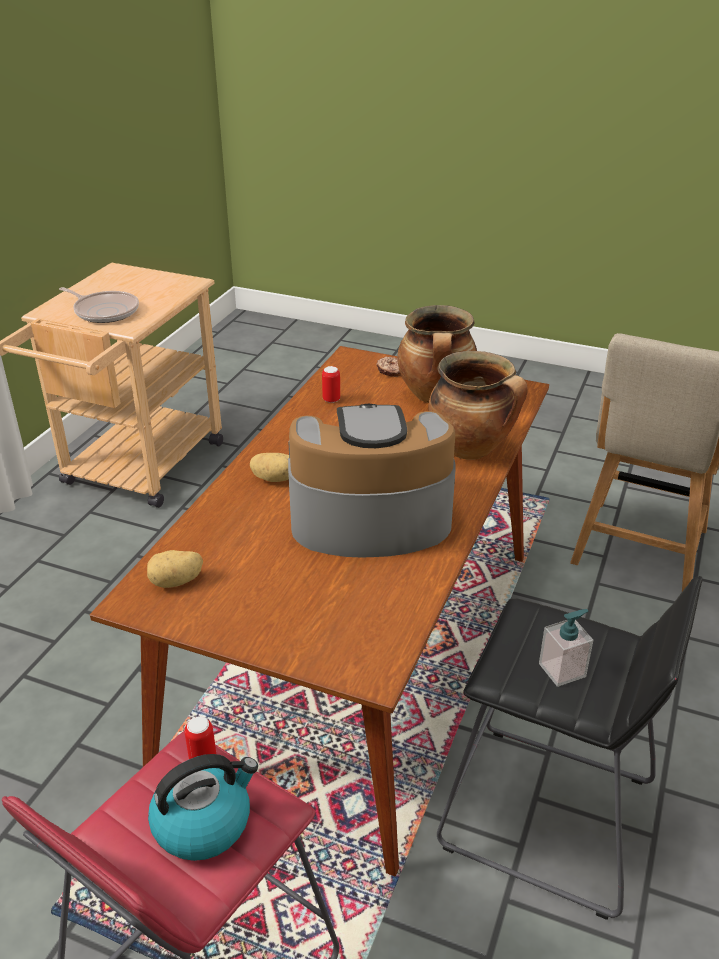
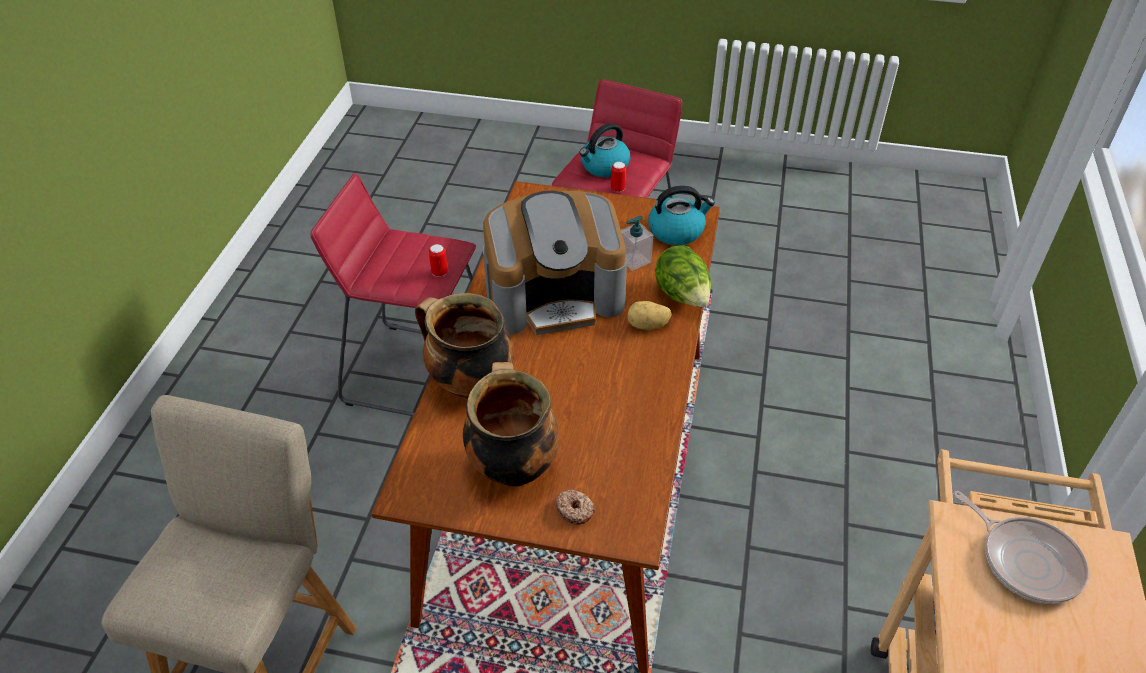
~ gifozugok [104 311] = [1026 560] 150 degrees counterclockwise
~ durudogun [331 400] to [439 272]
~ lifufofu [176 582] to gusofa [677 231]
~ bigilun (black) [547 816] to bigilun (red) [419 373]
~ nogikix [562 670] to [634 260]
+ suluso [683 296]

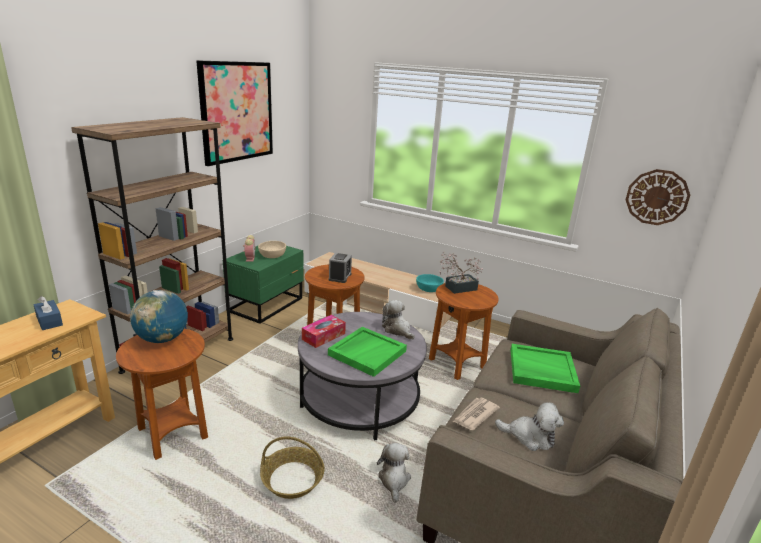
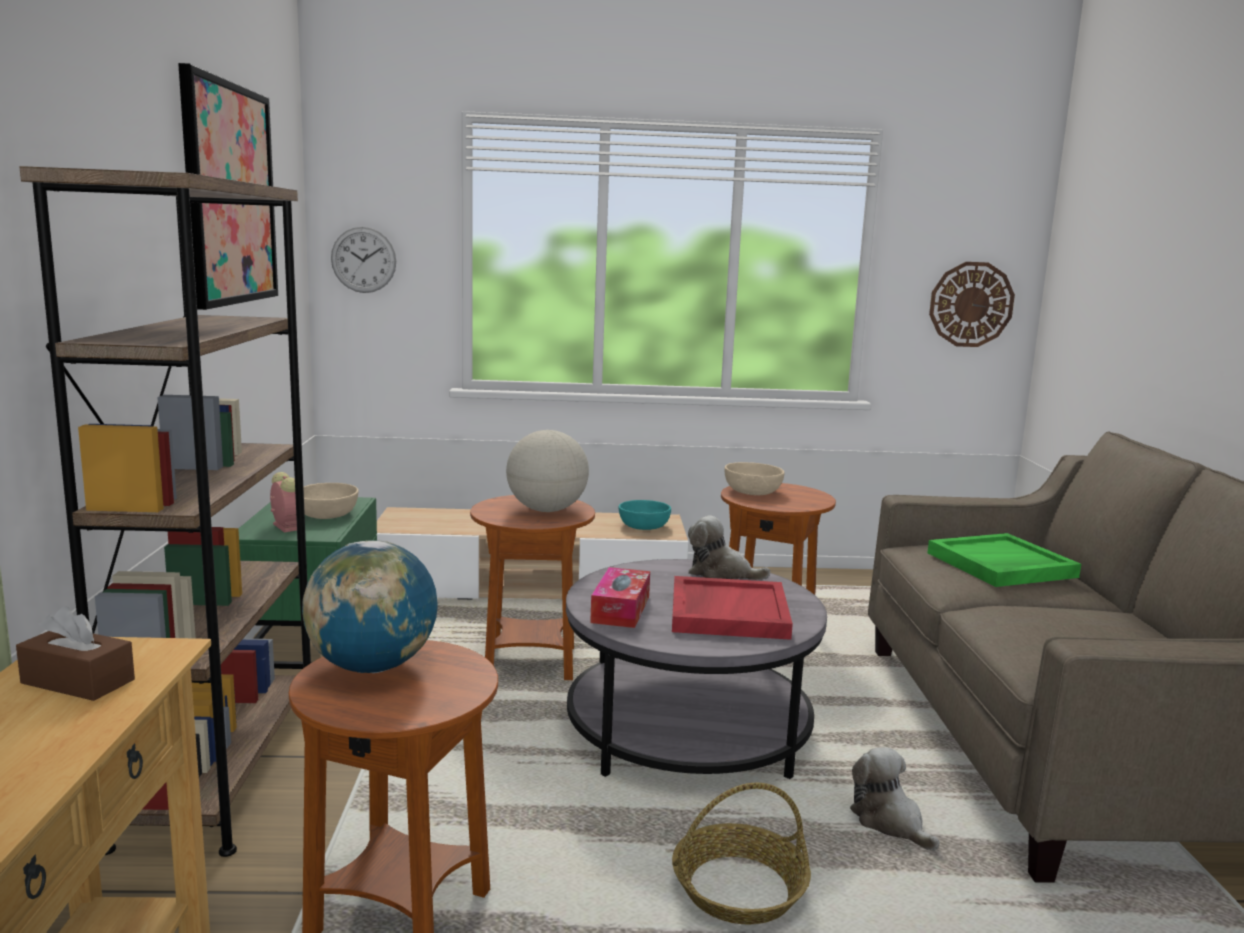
~ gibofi [457 288] to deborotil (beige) [752 491]
~ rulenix [340 277] to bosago [546 510]
~ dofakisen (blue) [49 321] to dofakisen (brown) [78 681]
~ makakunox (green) [367 352] to makakunox (red) [727 612]
- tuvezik [475 415]
- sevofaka [530 437]
+ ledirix [363 260]

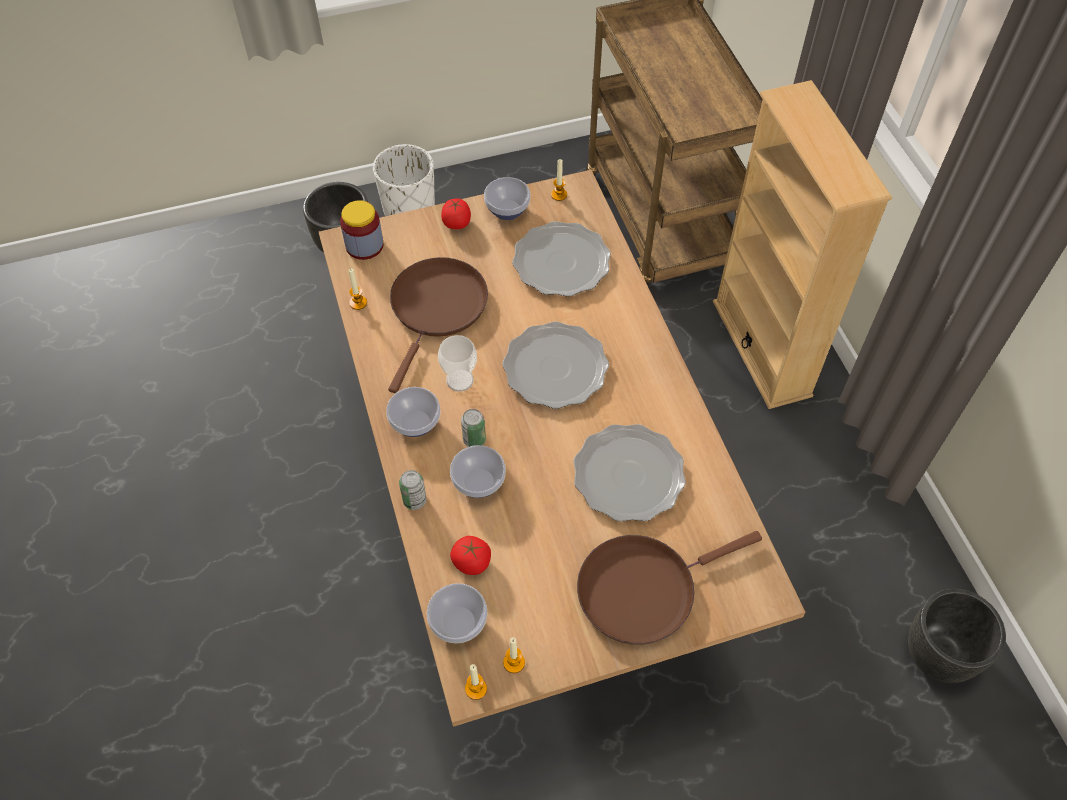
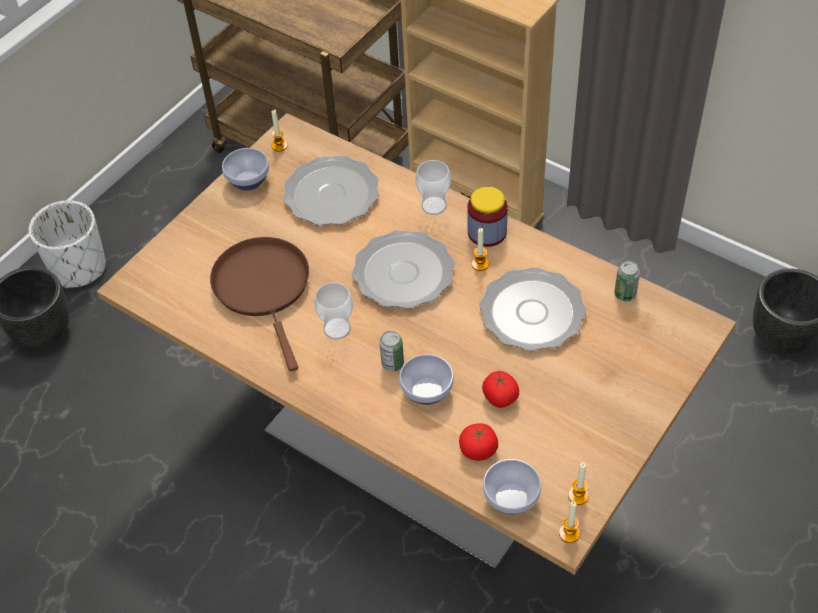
~ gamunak [456 223] to [500 397]
~ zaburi [364 245] to [487 232]
~ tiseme [358 303] to [480 264]
- deborotil [415 425]
~ durudogun [414 500] to [625 294]
- gifozugok (brown) [642 589]
+ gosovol [434 206]

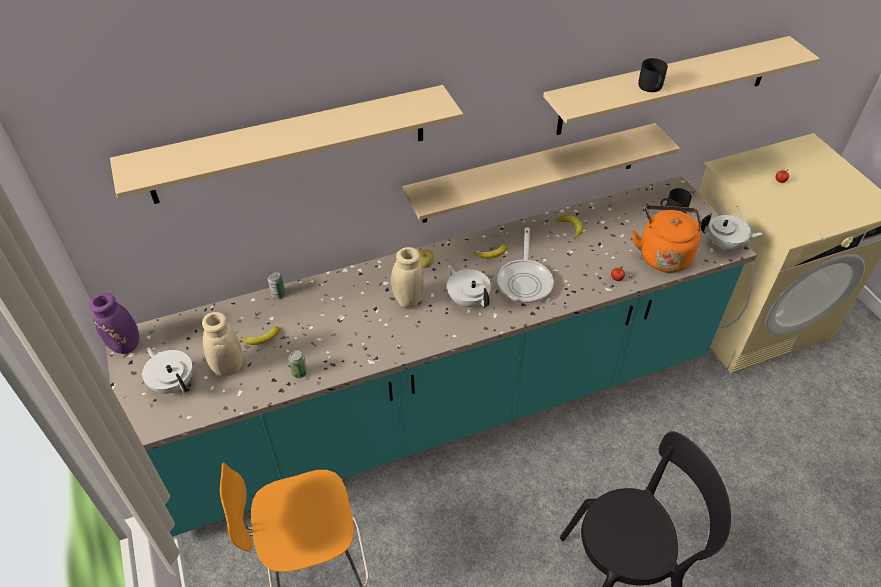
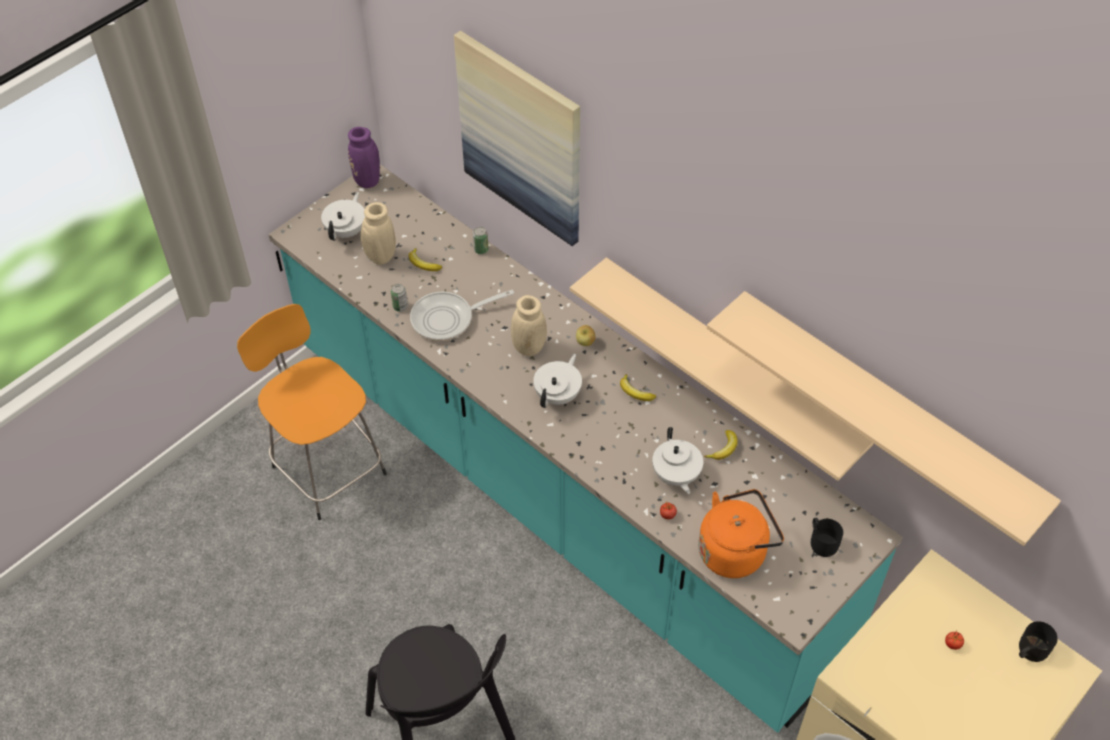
~ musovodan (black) [651 88] to [1029 651]
~ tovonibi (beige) [289 145] to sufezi [522 138]
~ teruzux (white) [725 244] to [675 476]
~ gifozugok [525 281] to [448 319]

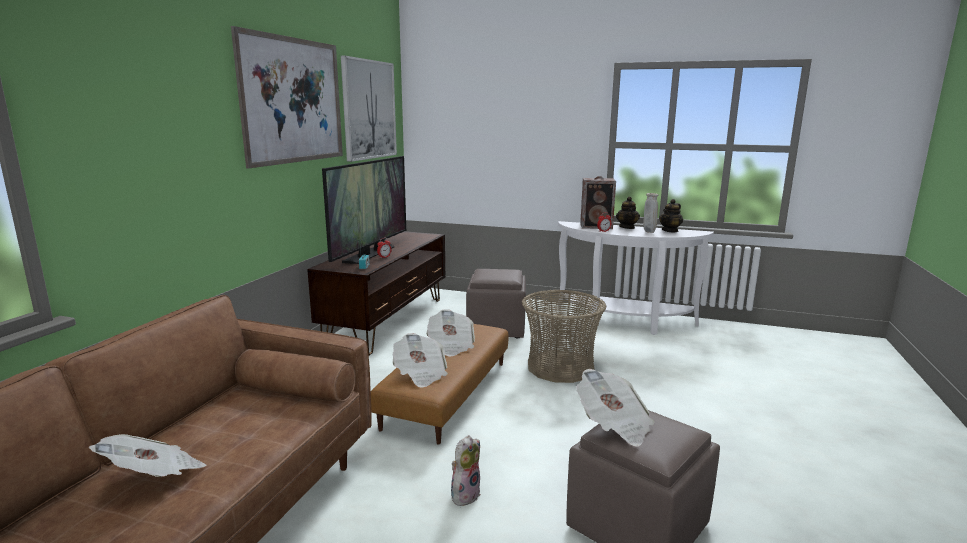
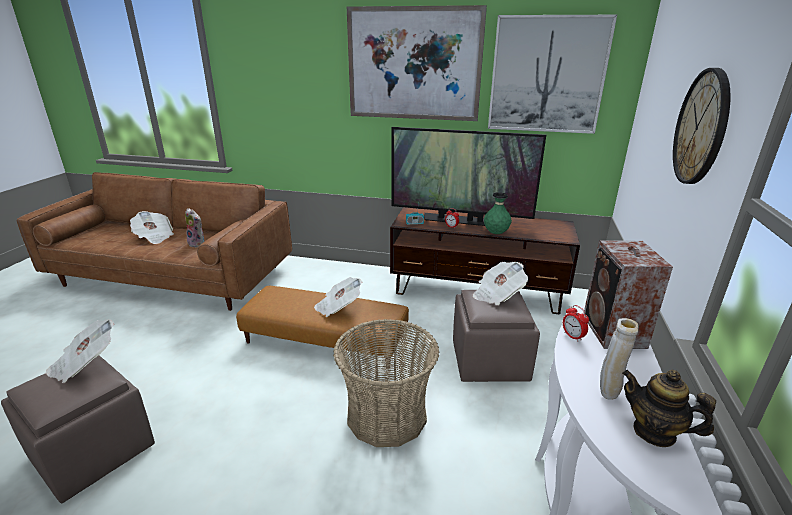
- teruzux [627 227]
~ tuvezik [420 374] to [497 294]
~ sevofaka [465 494] to [198 244]
+ ledirix [701 127]
+ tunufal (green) [496 233]

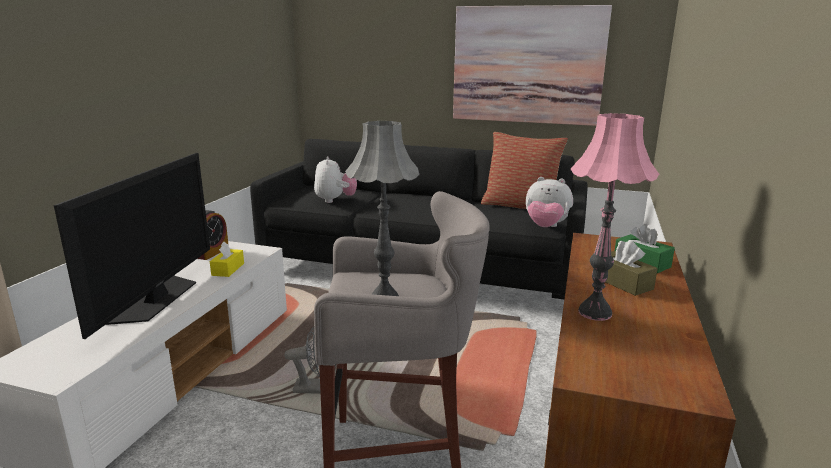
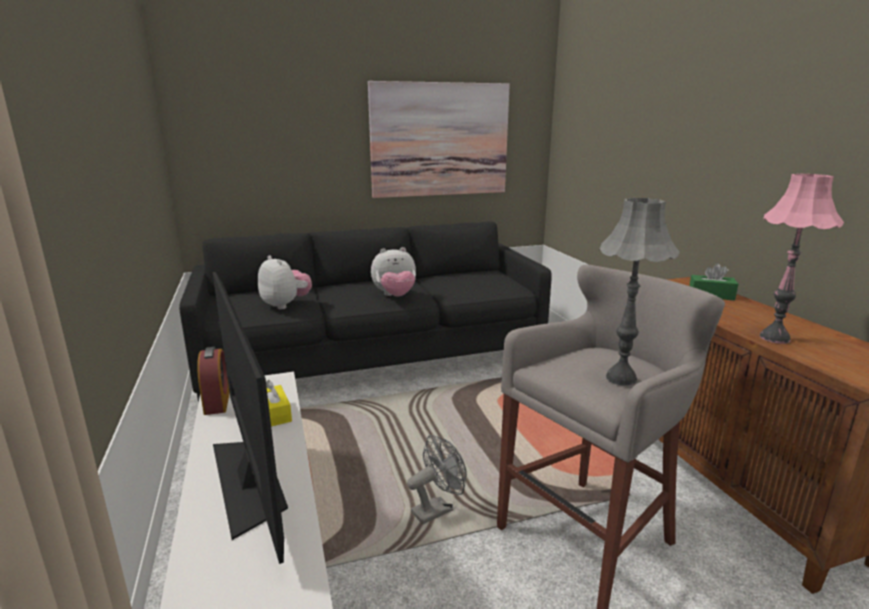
- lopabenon [520 206]
~ sevofaka [545 227] to [395 296]
- dofakisen (brown) [622 283]

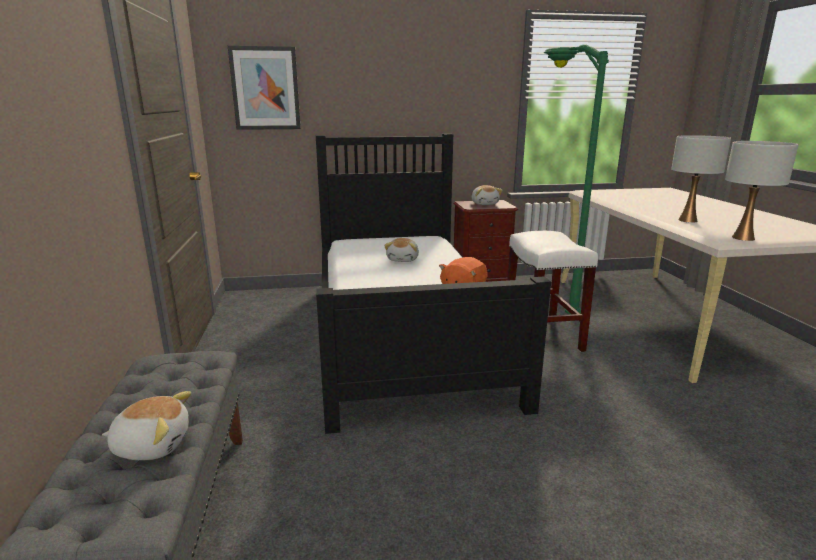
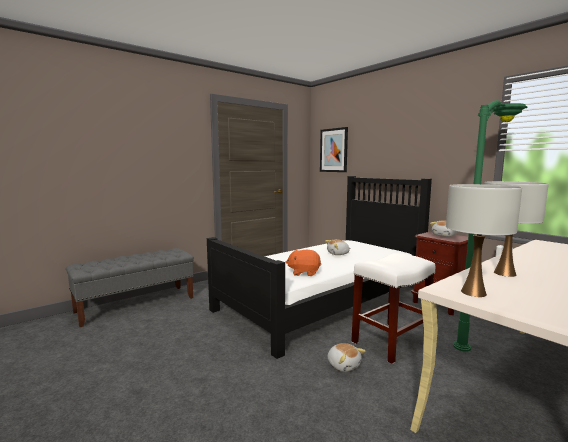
~ sevofaka [152 445] to [343 365]

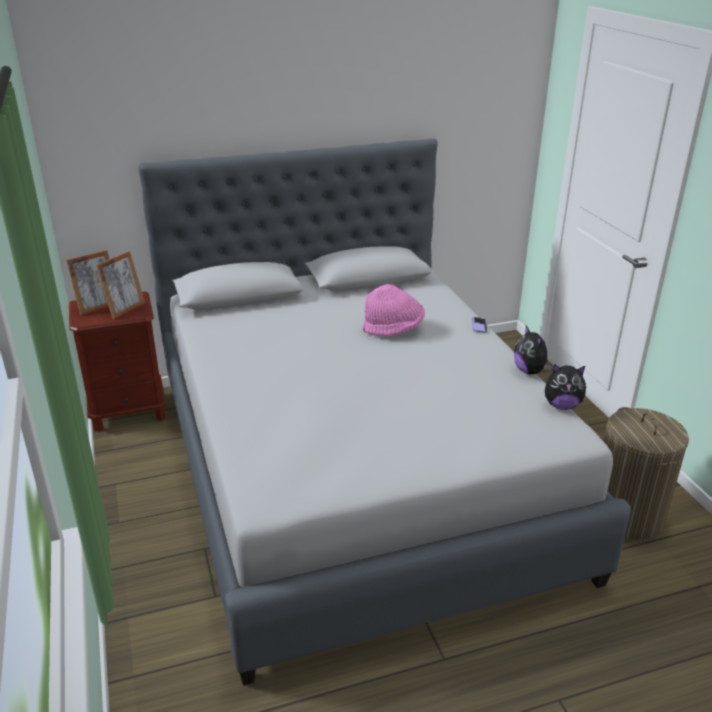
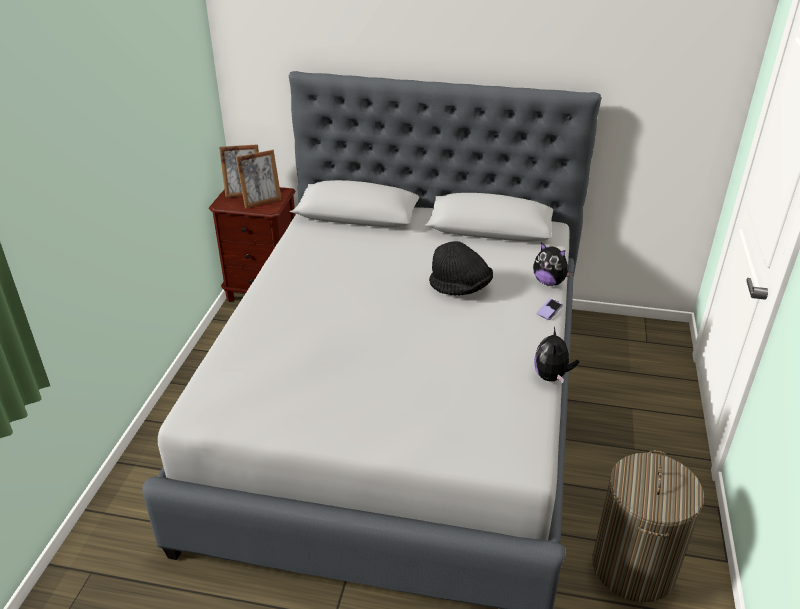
~ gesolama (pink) [393 329] to gesolama (black) [460 288]
~ sevofaka [562 405] to [549 282]

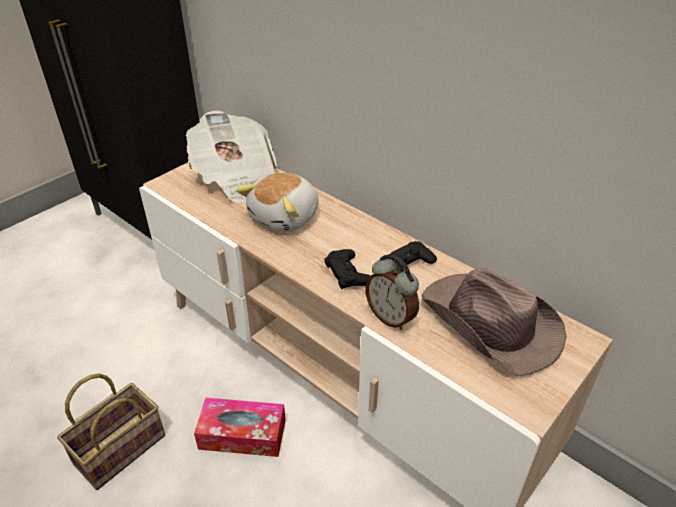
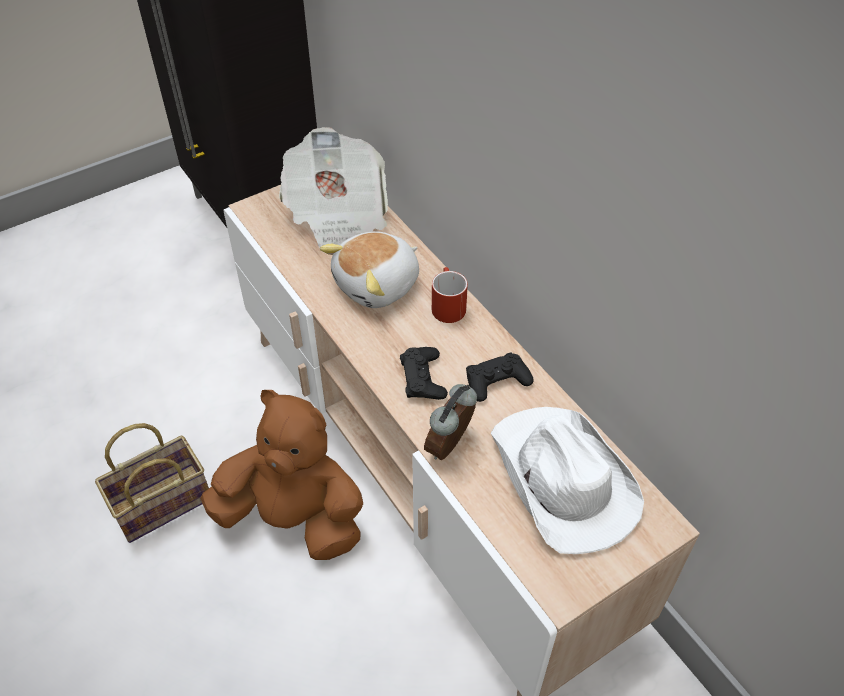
~ rulenix [391 317] = [451 446] 60 degrees clockwise
~ gesolama (brown) [490 324] to gesolama (white) [562 480]
~ dofakisen [242 434] to sevofaka (brown) [294 518]
+ musovodan (red) [446 305]

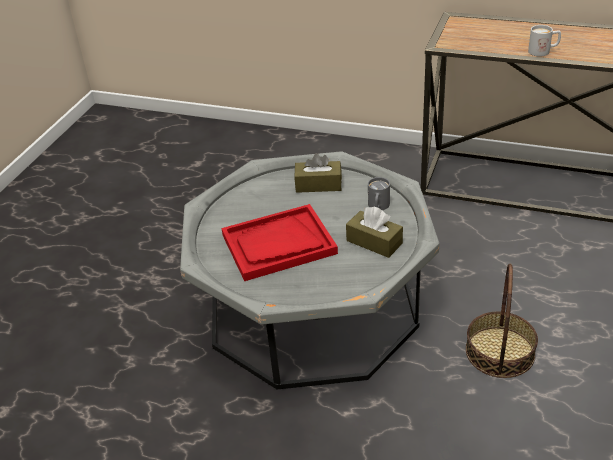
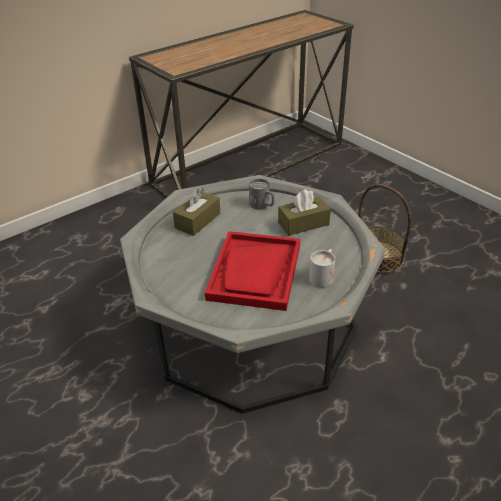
~ musovodan (white) [543 51] to [323 276]

